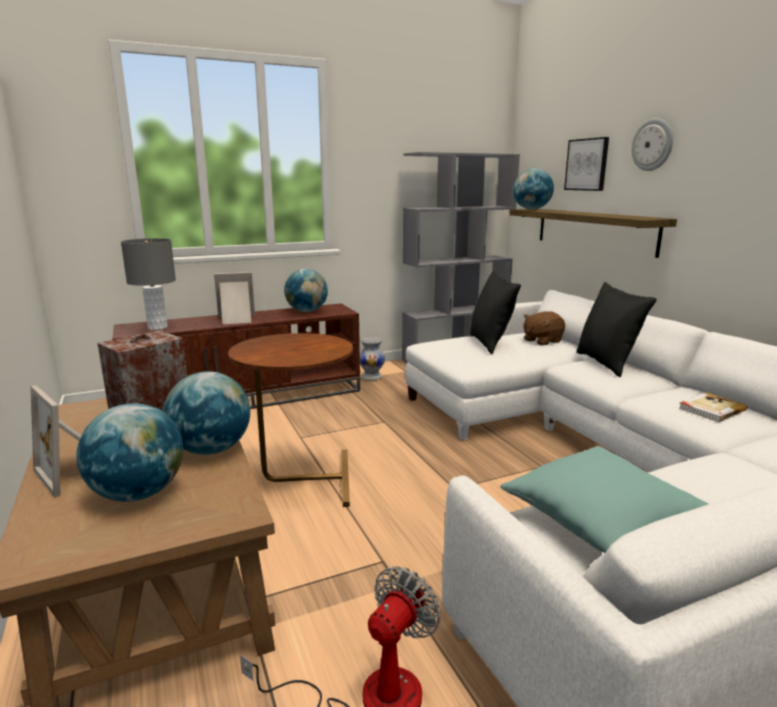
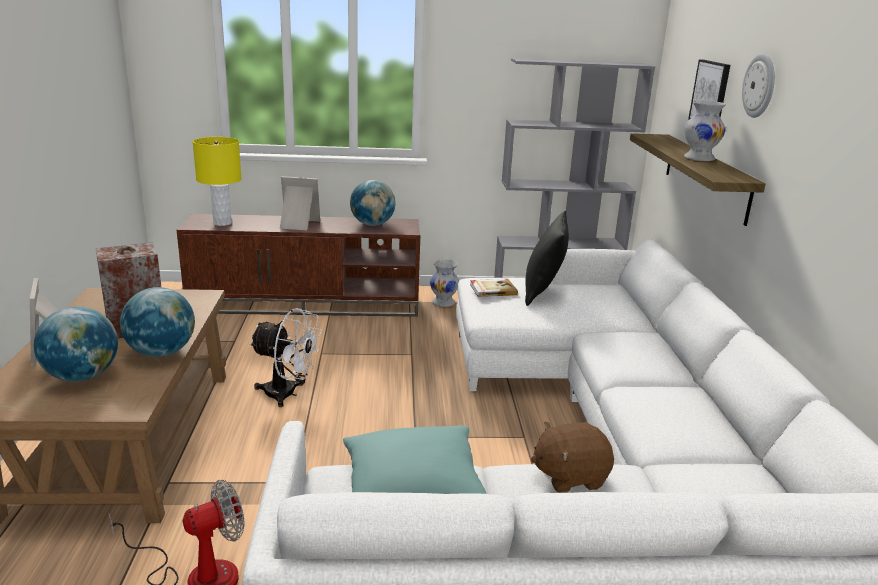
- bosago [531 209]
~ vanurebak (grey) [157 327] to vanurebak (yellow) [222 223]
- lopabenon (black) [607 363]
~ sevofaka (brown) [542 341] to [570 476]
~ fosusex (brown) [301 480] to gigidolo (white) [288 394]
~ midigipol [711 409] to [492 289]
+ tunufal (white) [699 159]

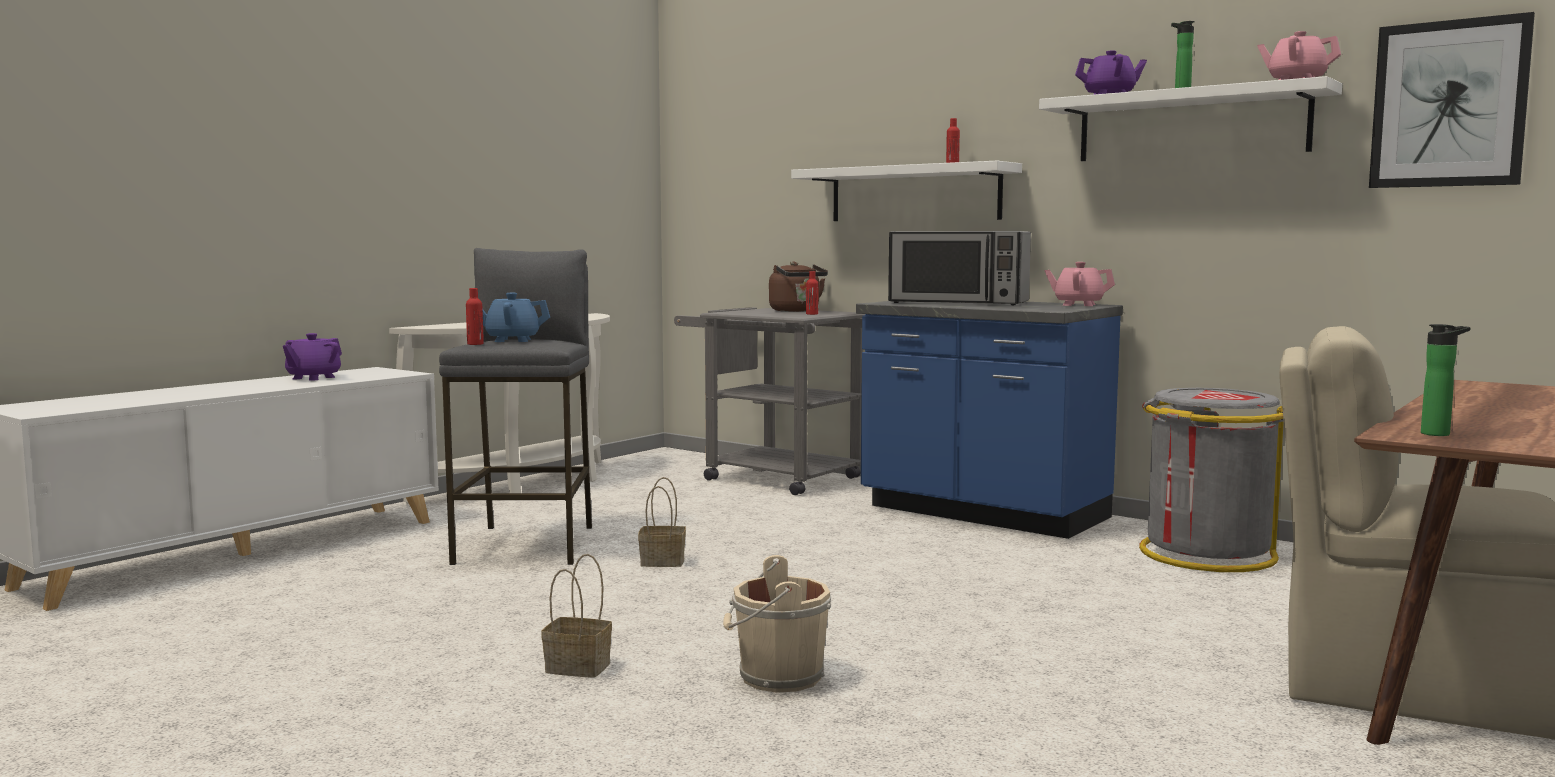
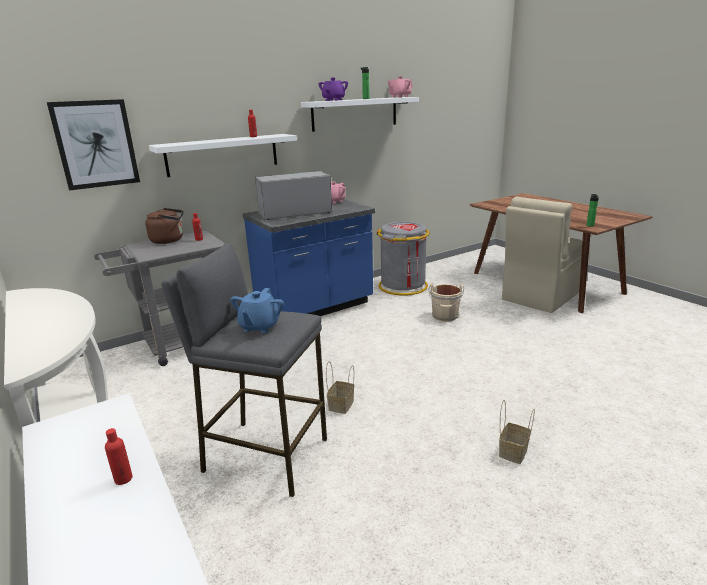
~ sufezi [1448 104] to [96 144]
~ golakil [958 302] = [294 213] 150 degrees counterclockwise
~ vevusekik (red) [475 344] to [123 479]
- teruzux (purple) [313 378]
~ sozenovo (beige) [777 677] to [445 316]

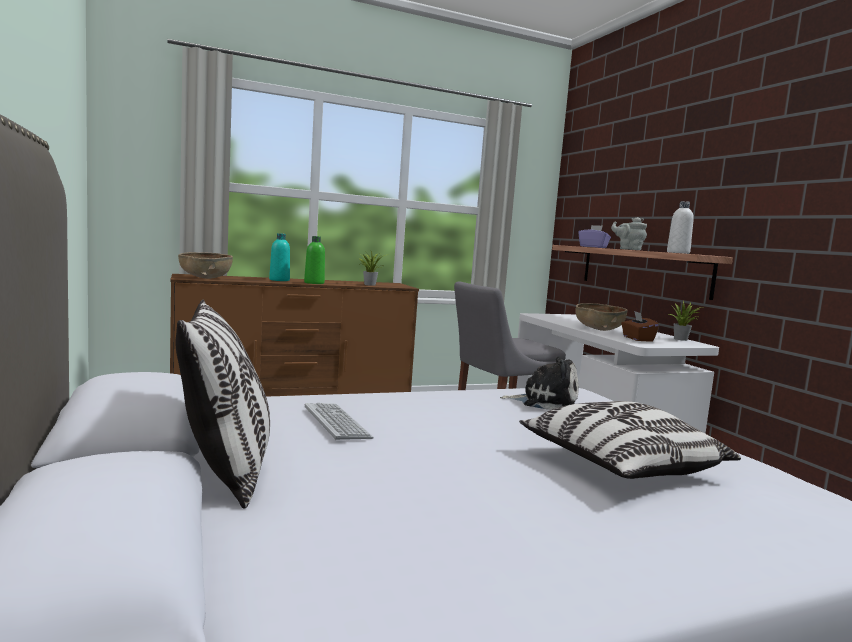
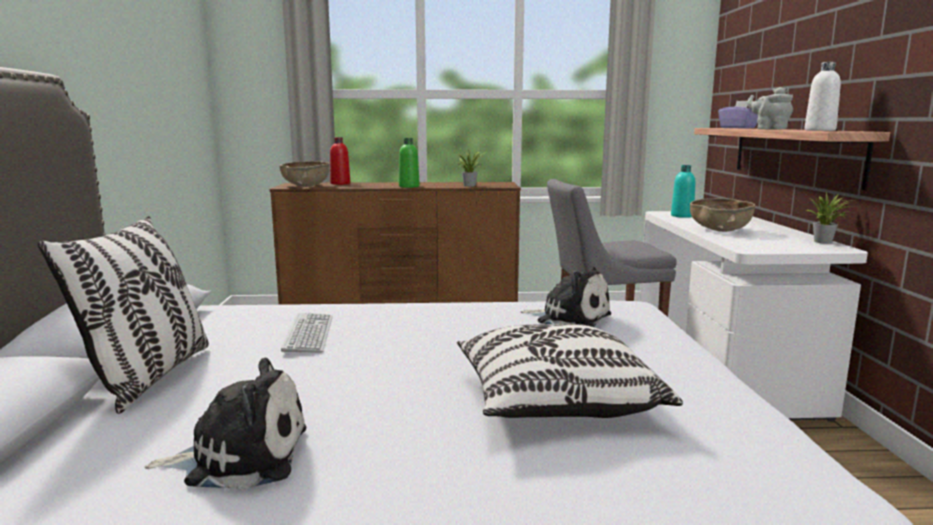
~ vevusekik (turquoise) [279 280] to [682 216]
- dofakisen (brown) [637 339]
+ vevusekik (red) [340 183]
+ sevofaka [240 456]

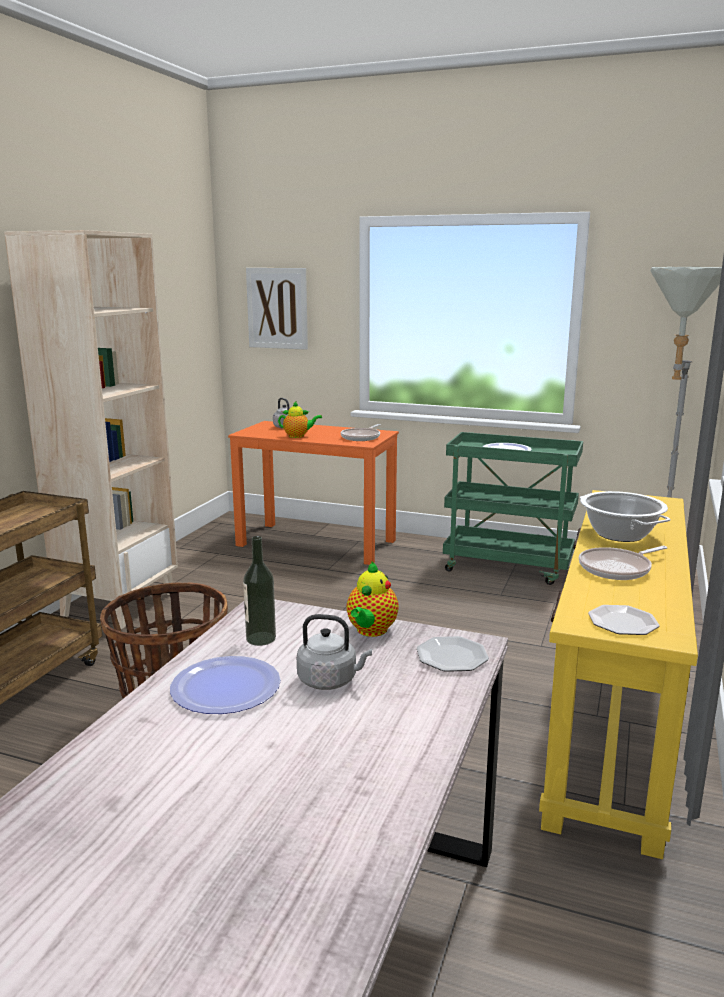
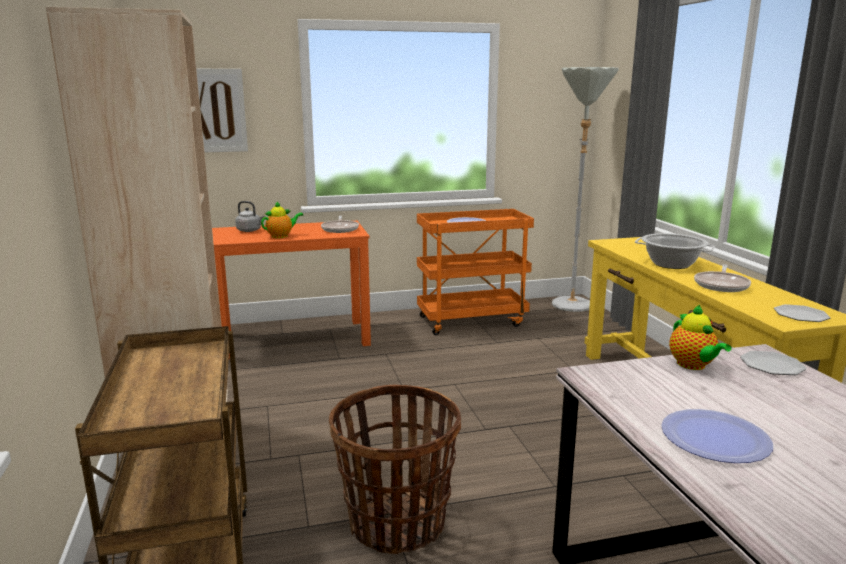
~ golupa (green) [508 567] to golupa (orange) [472 321]
- vevusekik [261 638]
- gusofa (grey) [330 681]

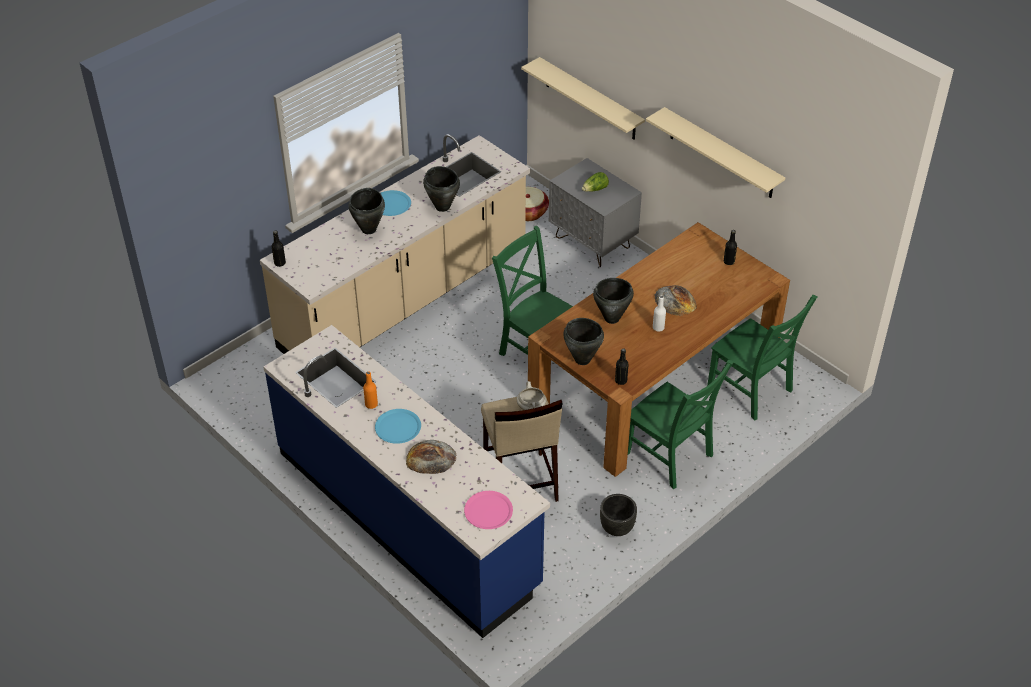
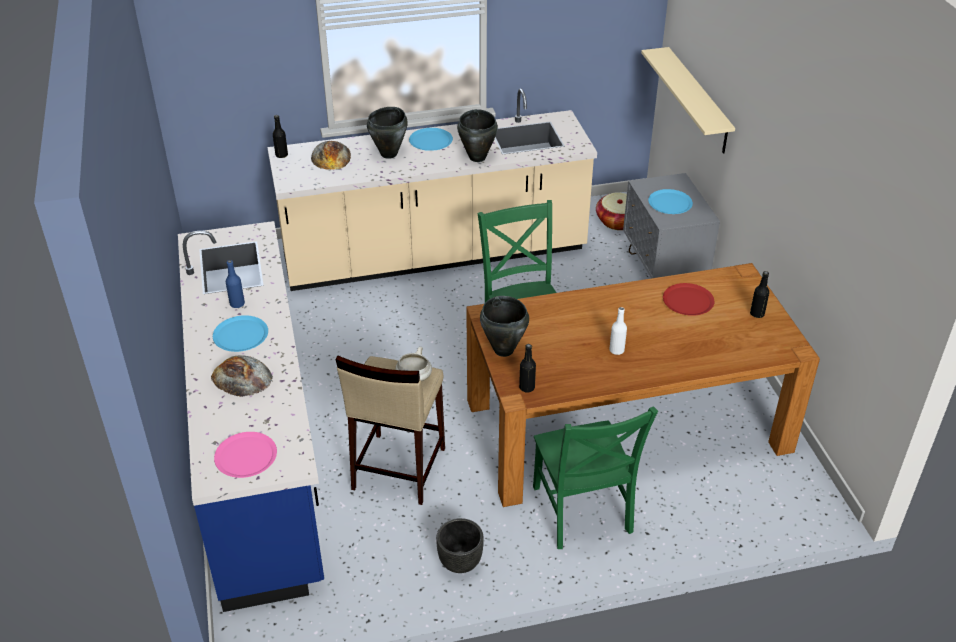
- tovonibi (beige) [721 154]
~ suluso [595 189] to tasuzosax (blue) [670 203]
- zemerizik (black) [612 318]
~ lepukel [675 301] to [331 157]
- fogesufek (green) [752 391]
~ vevusekik (orange) [371 404] to vevusekik (blue) [237 304]
+ tasuzosax (red) [688 300]

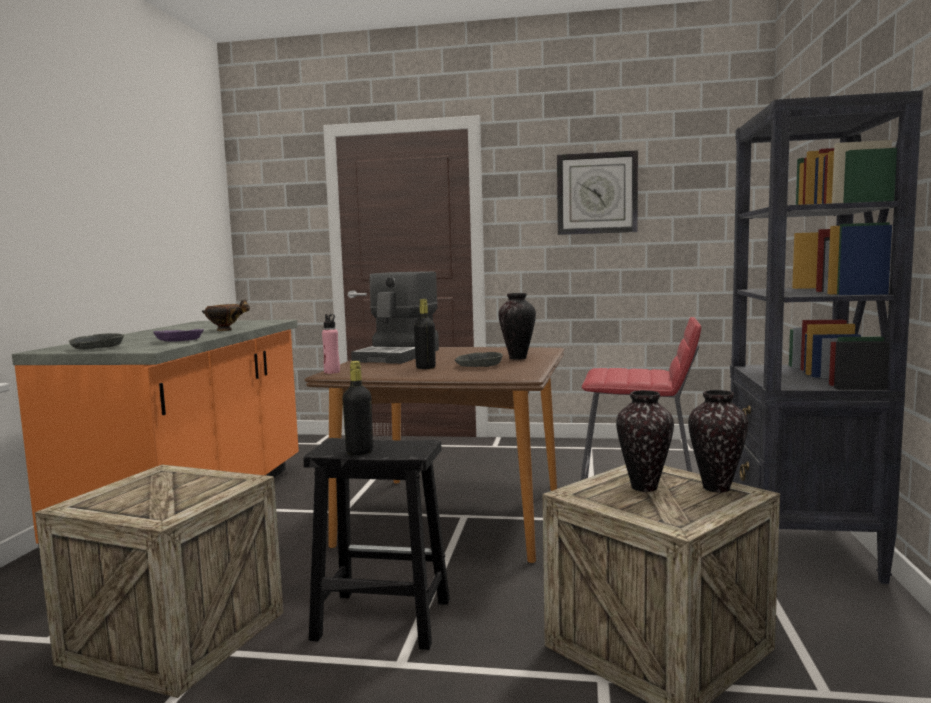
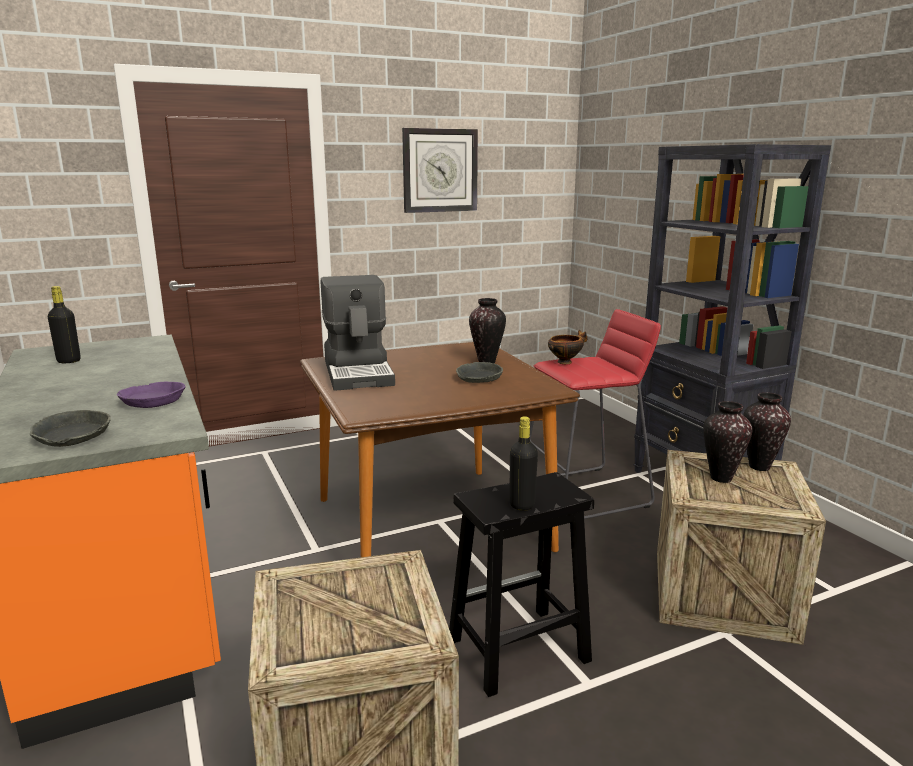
~ vevusekik (black) [425 368] to [69 361]
~ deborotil [226 330] to [565 362]
- vevusekik (pink) [332 372]

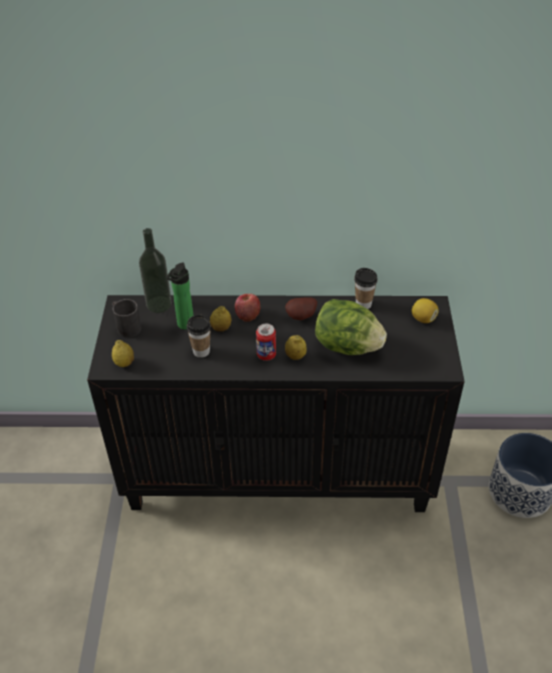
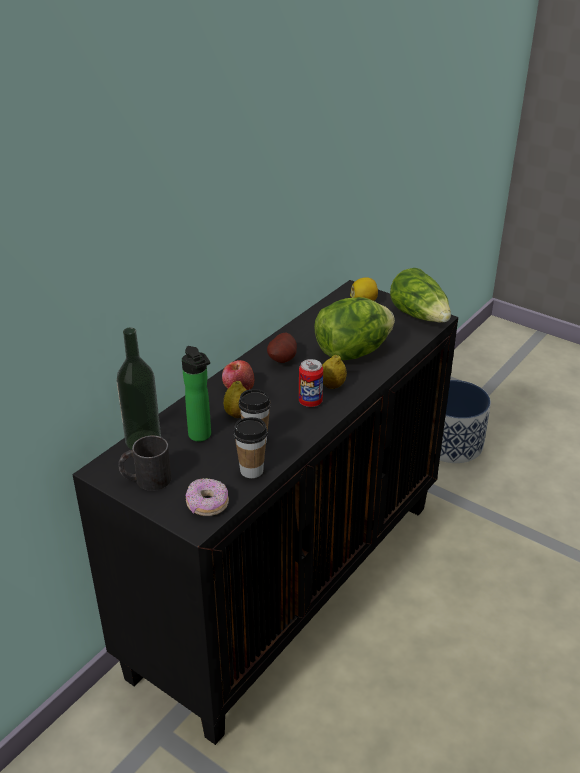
~ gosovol [363 304] to [251 470]
~ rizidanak [124 363] to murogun [207 505]
+ suluso [420 316]

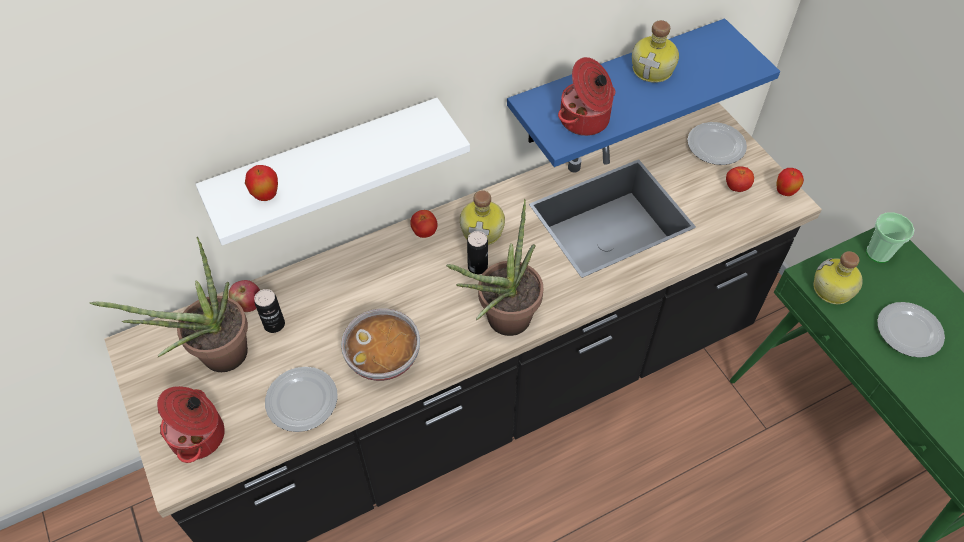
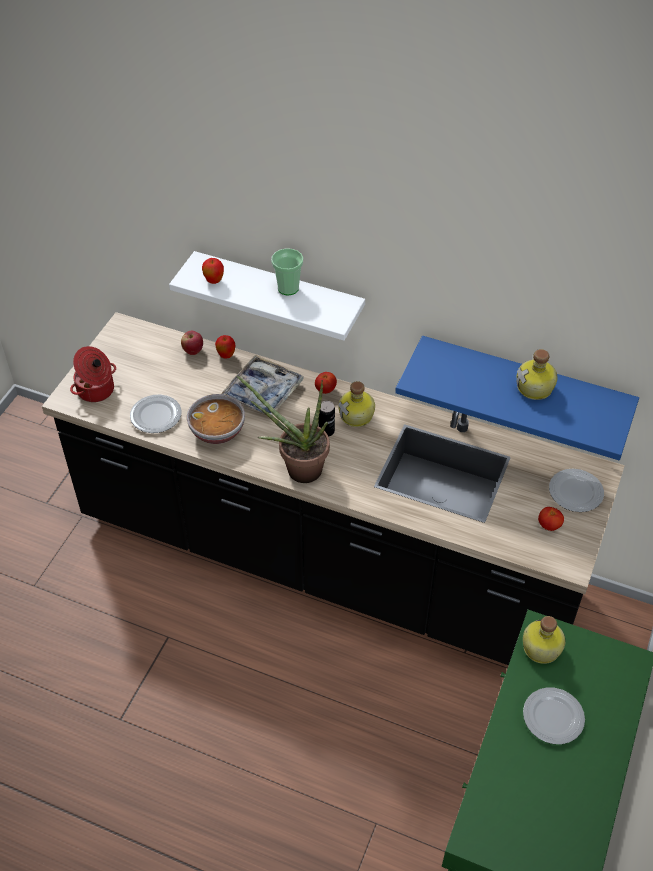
- zemerizik [585 120]
~ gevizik [784 192] to [226 356]
~ gosovol [878 253] to [288 288]
- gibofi [215 359]
- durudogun [274 324]
+ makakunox [263 391]

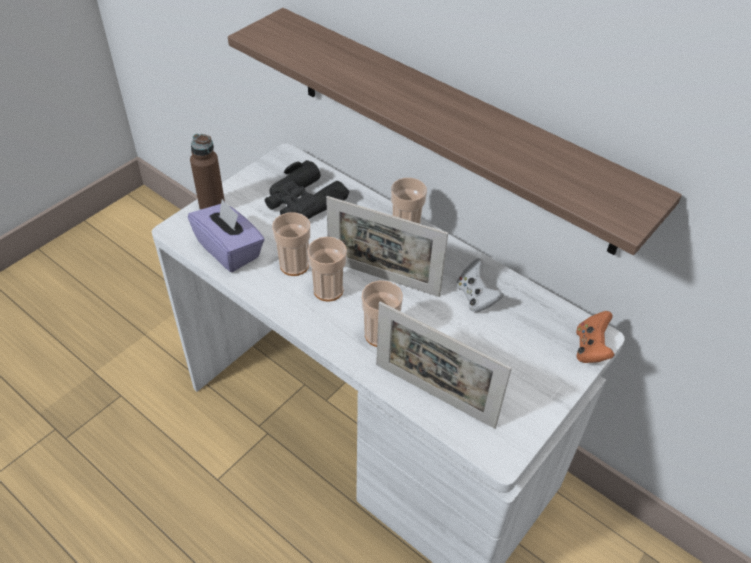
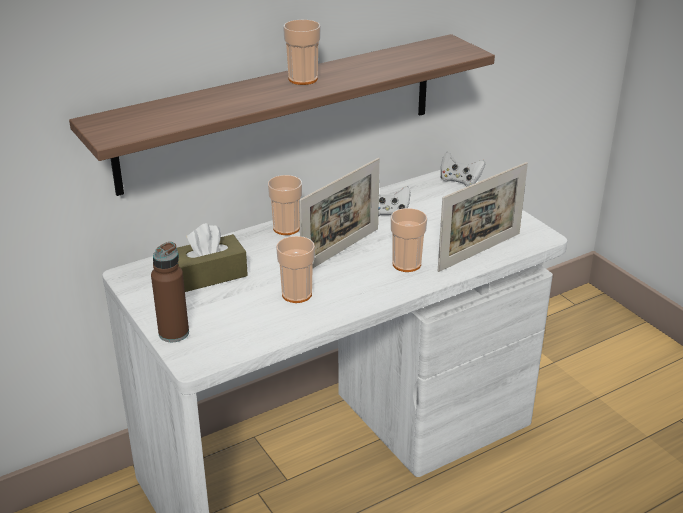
~ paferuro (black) [303 202] to dofakisen (brown) [209 275]
- dofakisen (purple) [230 250]
~ gosovol [328 290] to [303 79]
~ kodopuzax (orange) [590 348] to kodopuzax (white) [460 181]

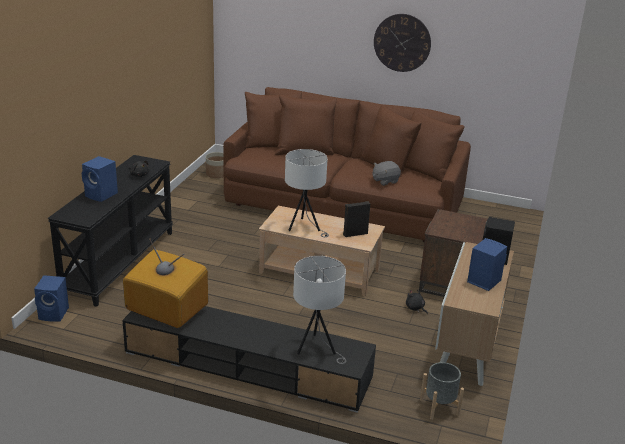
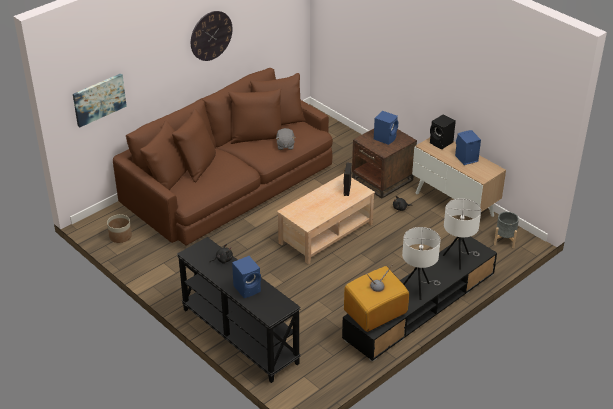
~ vanurebak (white) [305 228] to [418 289]
~ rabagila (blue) [54 314] to [385 138]
+ sufezi [99 99]

